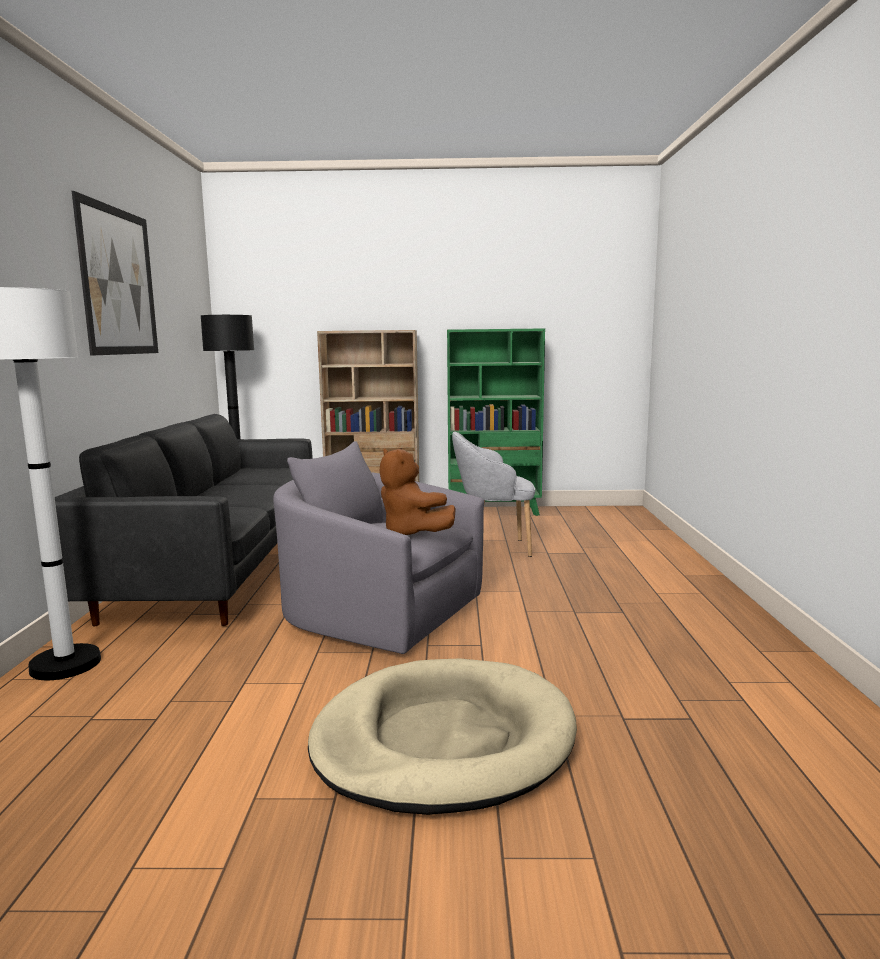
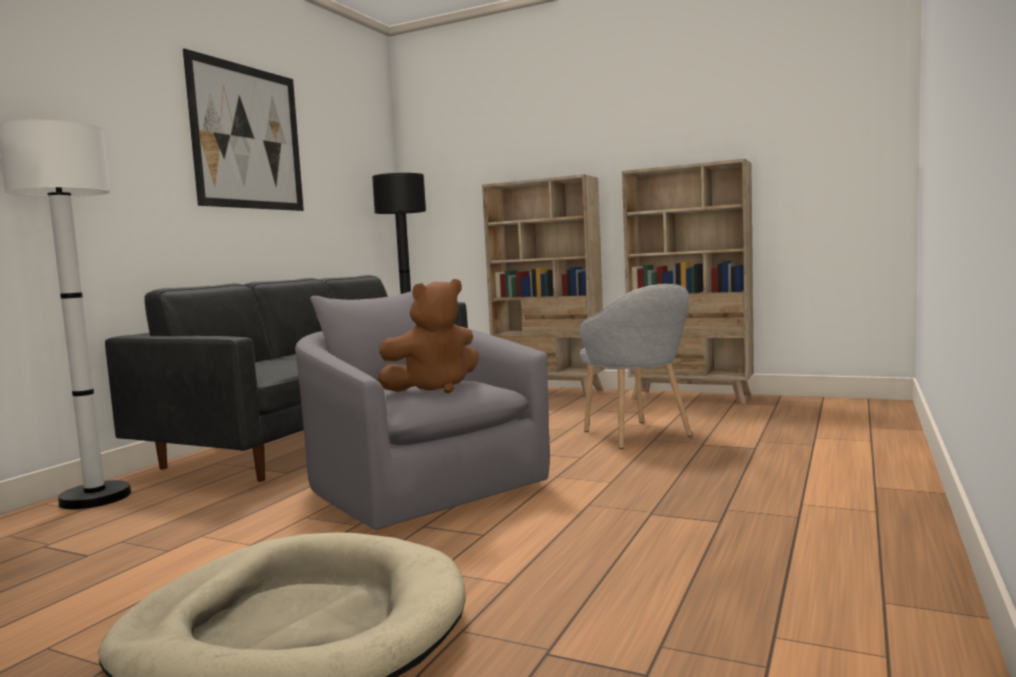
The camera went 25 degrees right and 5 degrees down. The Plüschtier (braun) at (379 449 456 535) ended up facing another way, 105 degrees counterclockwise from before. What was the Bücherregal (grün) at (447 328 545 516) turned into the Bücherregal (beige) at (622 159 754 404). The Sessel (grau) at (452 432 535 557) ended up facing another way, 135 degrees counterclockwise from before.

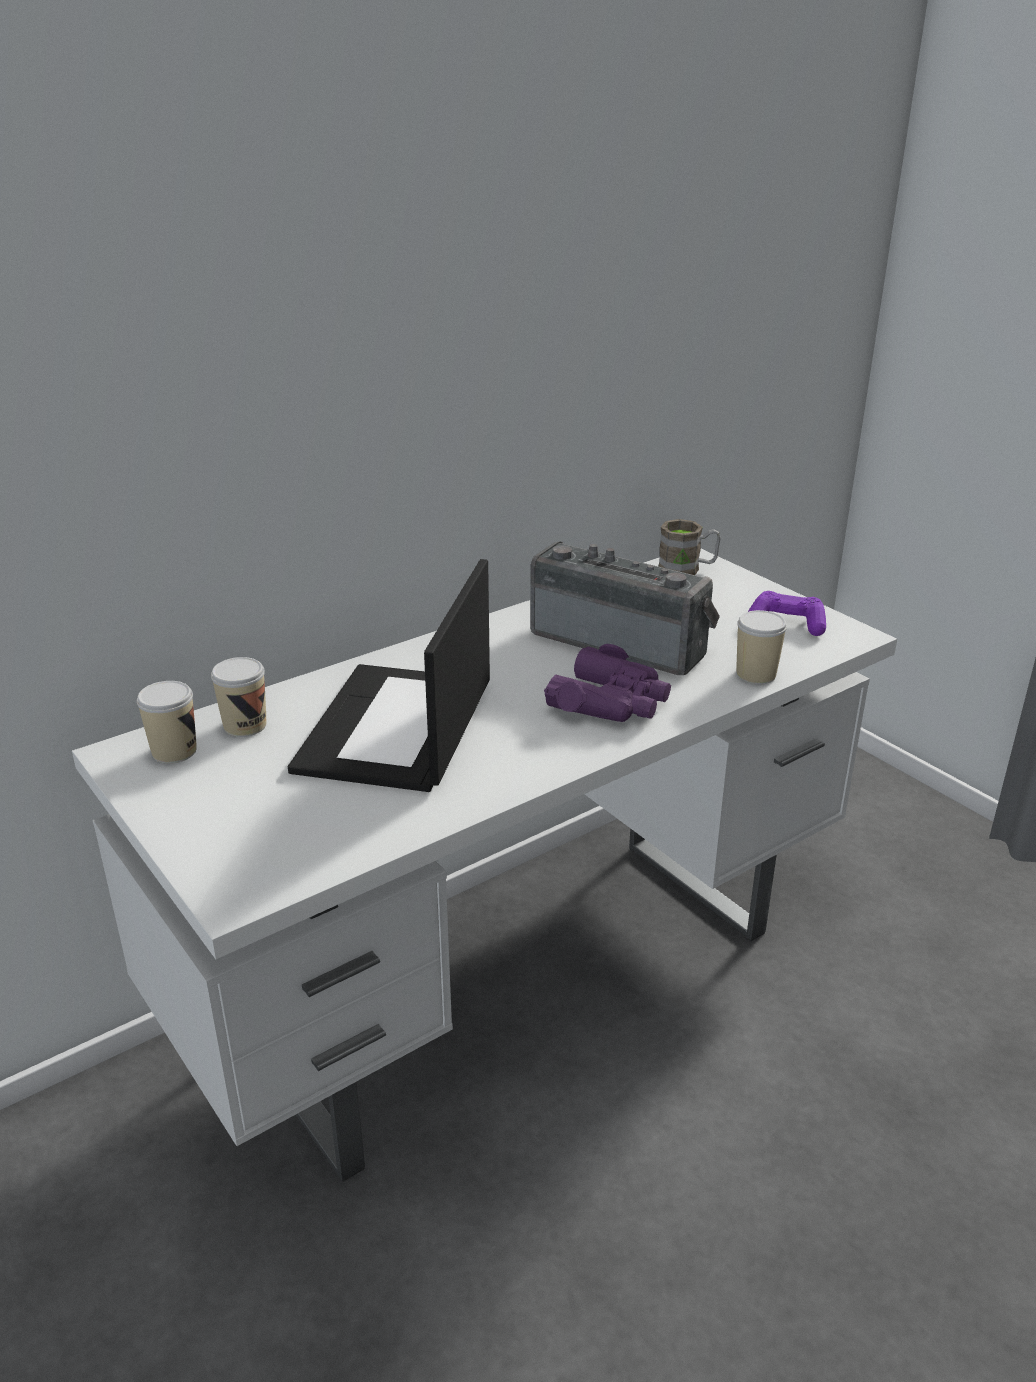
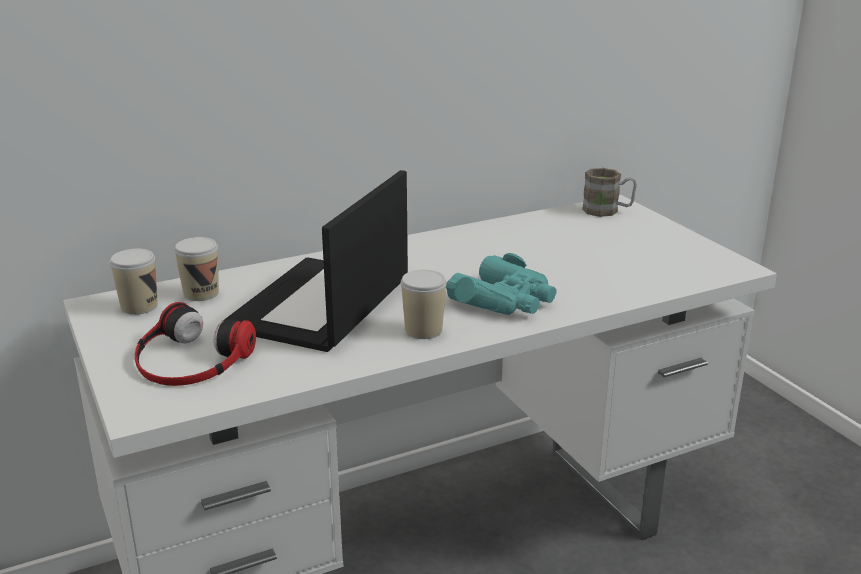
The camera went 10 degrees right and 5 degrees down. The second view lost the Radio at (530 542 720 675). What was the Fernglas (lila) at (544 644 671 722) turned into the Fernglas (türkis) at (446 253 557 315). The Tasse ended up elsewhere, having gone from (737 610 787 684) to (401 270 447 339). The second view lost the Gamepad (lila) at (748 591 826 636). The second view gained the Kopfhörer at (135 302 256 386).

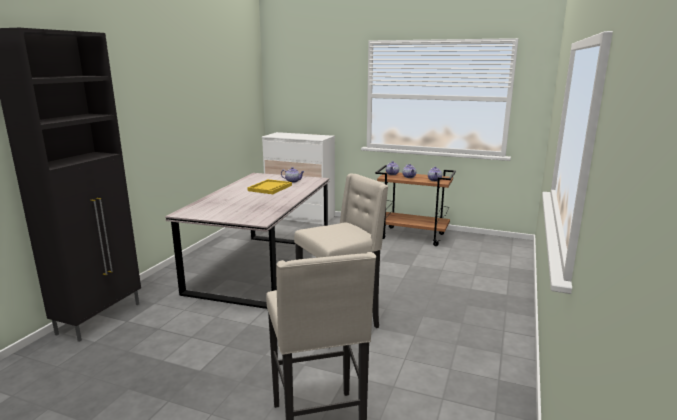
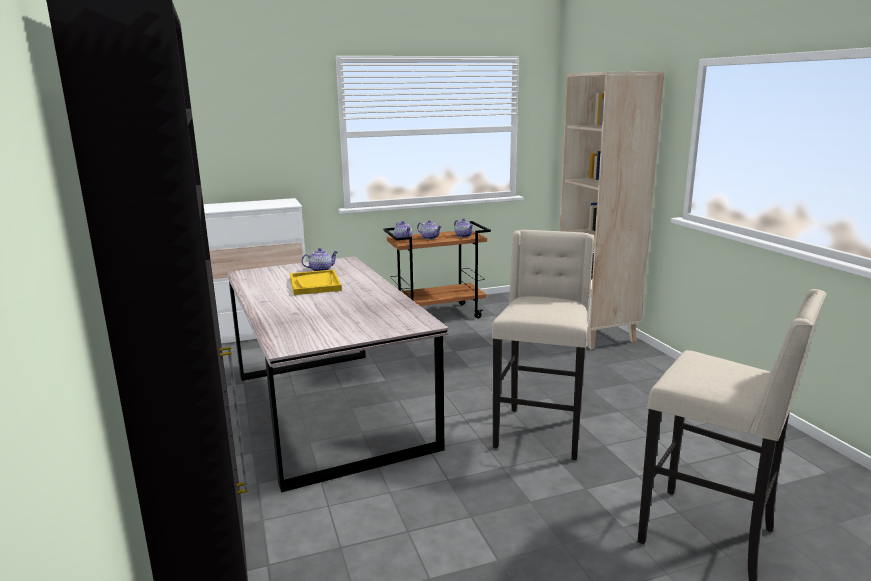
The camera went 40 degrees left and 0 degrees up. The second view gained the Bücherregal (beige) at (559 71 665 350).

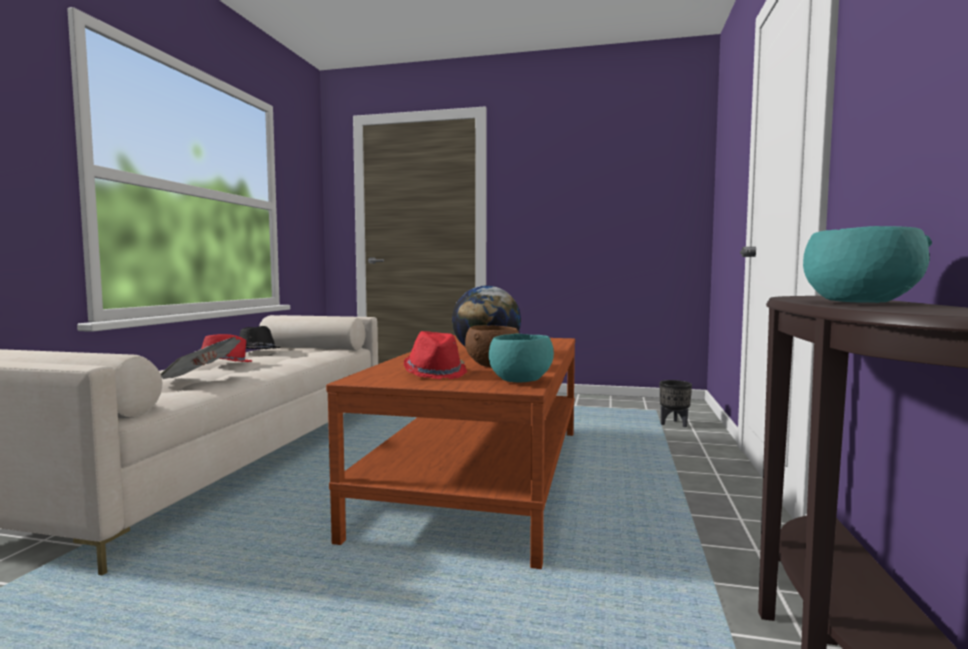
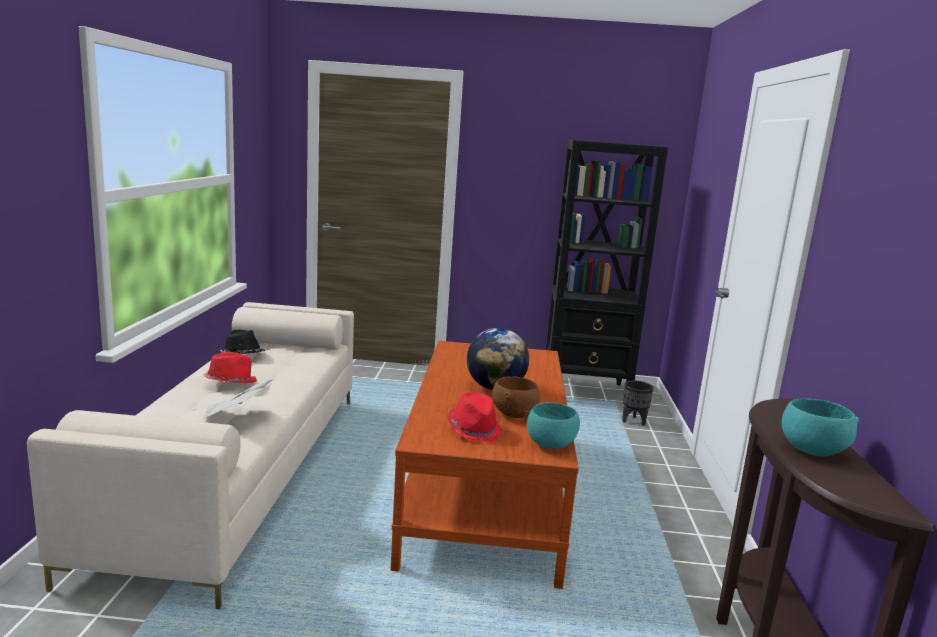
The camera went 10 degrees left and 10 degrees up. The second view gained the Bücherregal (schwarz) at (546 140 668 385).

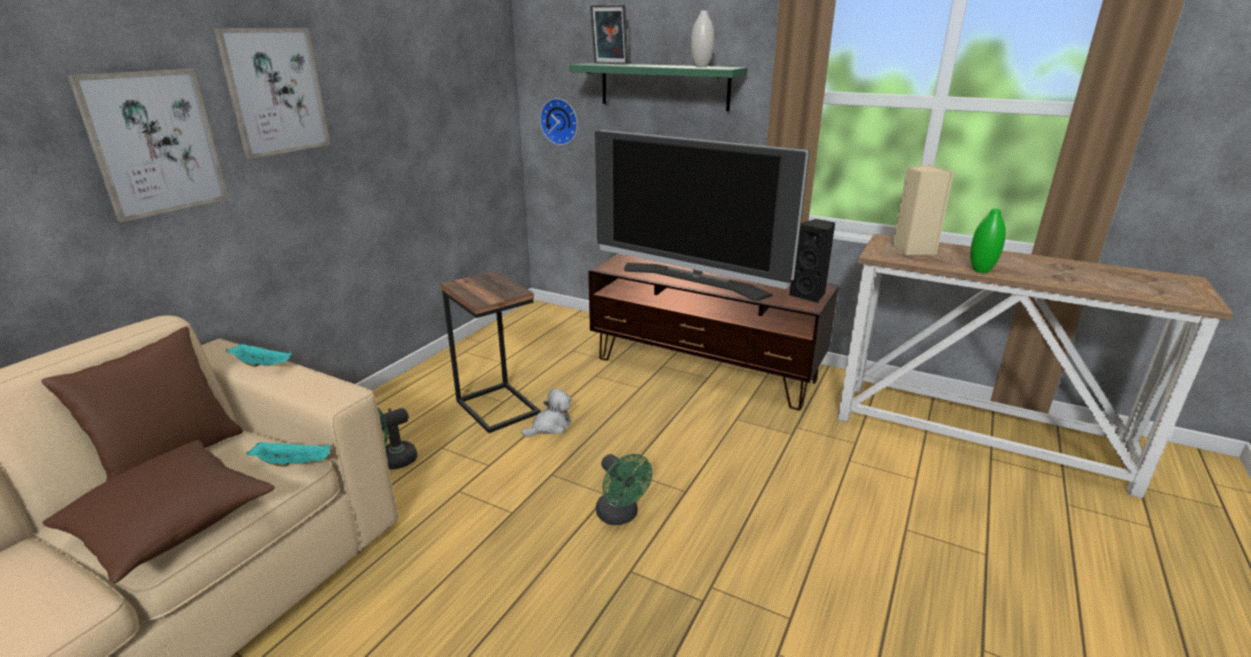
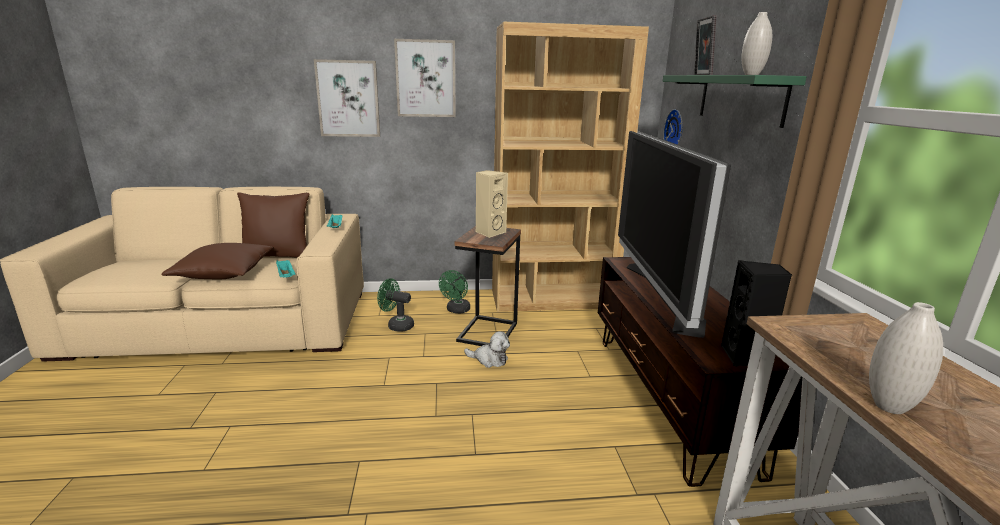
The camera went 55 degrees right and 5 degrees down. The Ventilator (grün) ended up elsewhere, having gone from (596 454 652 525) to (439 270 470 313). The Lautsprecher (beige) ended up elsewhere, having gone from (892 165 954 255) to (476 170 508 238). What was the Vase (grün) at (970 209 1006 273) turned into the Vase (weiß) at (869 302 943 414). The second view gained the Bücherregal (braun) at (492 22 649 312).

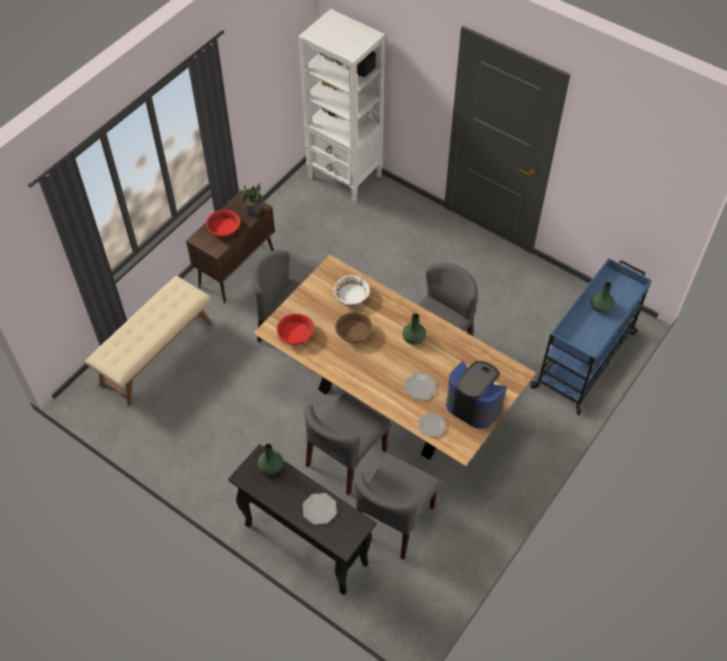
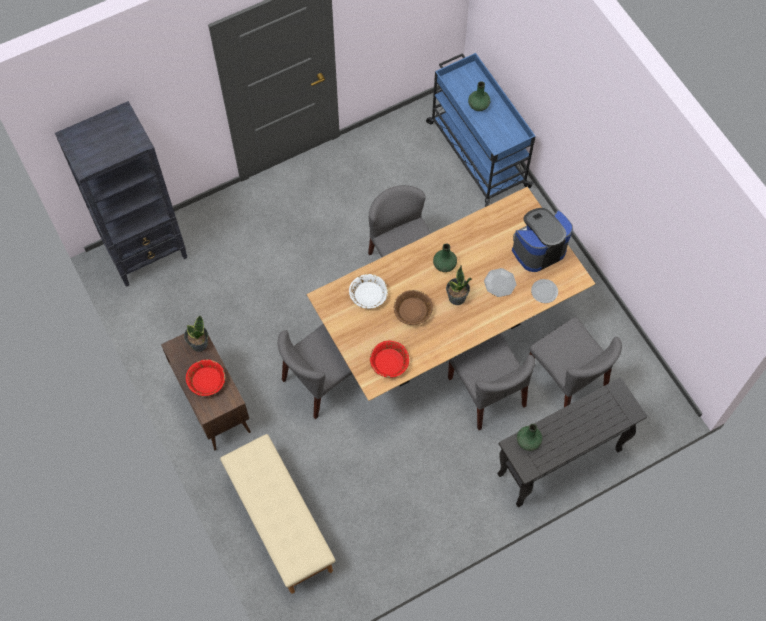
The camera went 65 degrees left and 10 degrees up. What was the Bücherregal (weiß) at (298 9 385 203) turned into the Bücherregal (schwarz) at (55 101 187 287). The second view lost the Teller at (303 493 337 525). The second view gained the Topfpflanze at (446 265 472 305).

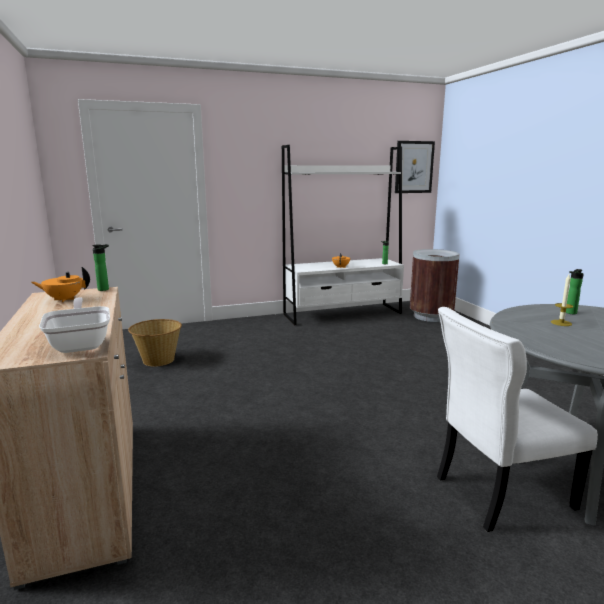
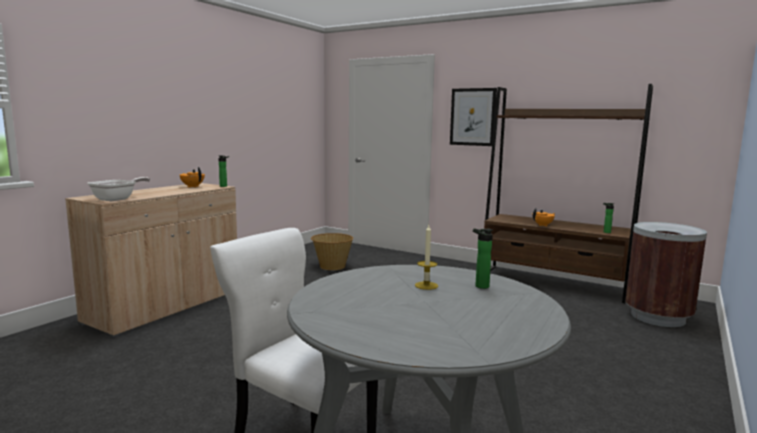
The camera went 50 degrees right and 5 degrees down. What was the Bücherregal (weiß) at (282 145 404 325) turned into the Bücherregal (braun) at (484 84 653 303). The Bild ended up elsewhere, having gone from (395 141 435 193) to (450 88 497 146).

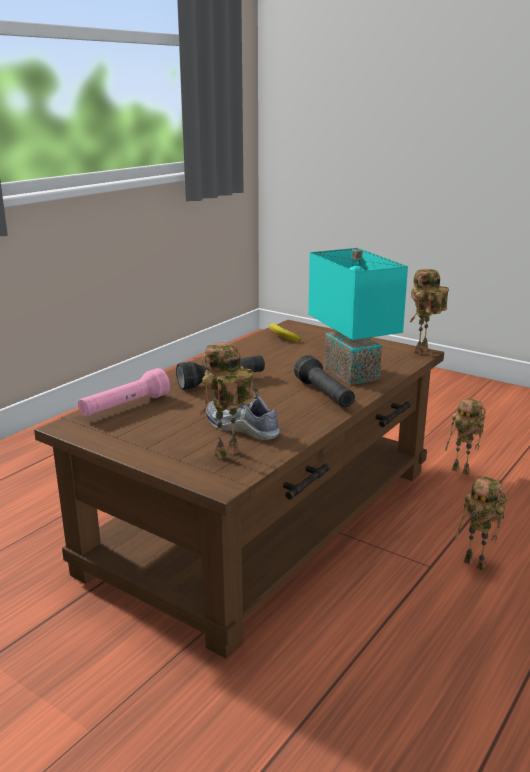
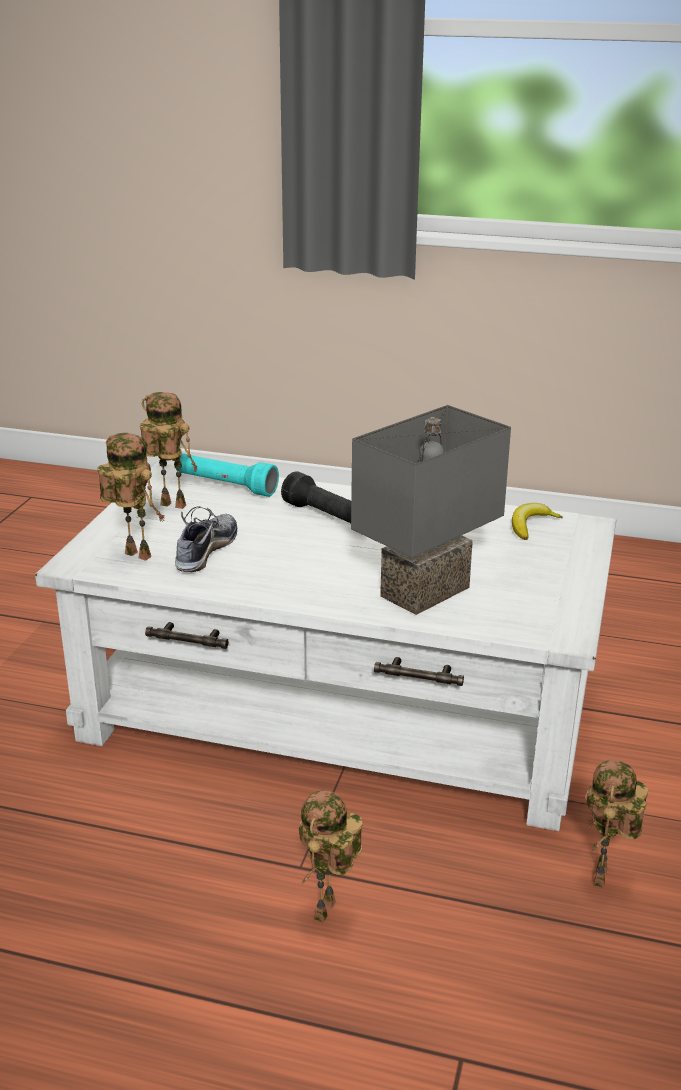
The camera went 70 degrees right and 5 degrees up. What was the Couchtisch (braun) at (34 320 444 659) turned into the Couchtisch (weiß) at (35 463 617 831). What was the Taschenlampe (rosa) at (78 368 170 417) turned into the Taschenlampe (türkis) at (176 453 279 497). The second view lost the Taschenlampe (schwarz) at (294 355 355 407). What was the Tischlampe (türkis) at (308 248 408 385) turned into the Tischlampe (grau) at (351 405 511 615). The Spielzeugroboter ended up elsewhere, having gone from (410 269 449 355) to (140 392 197 509).

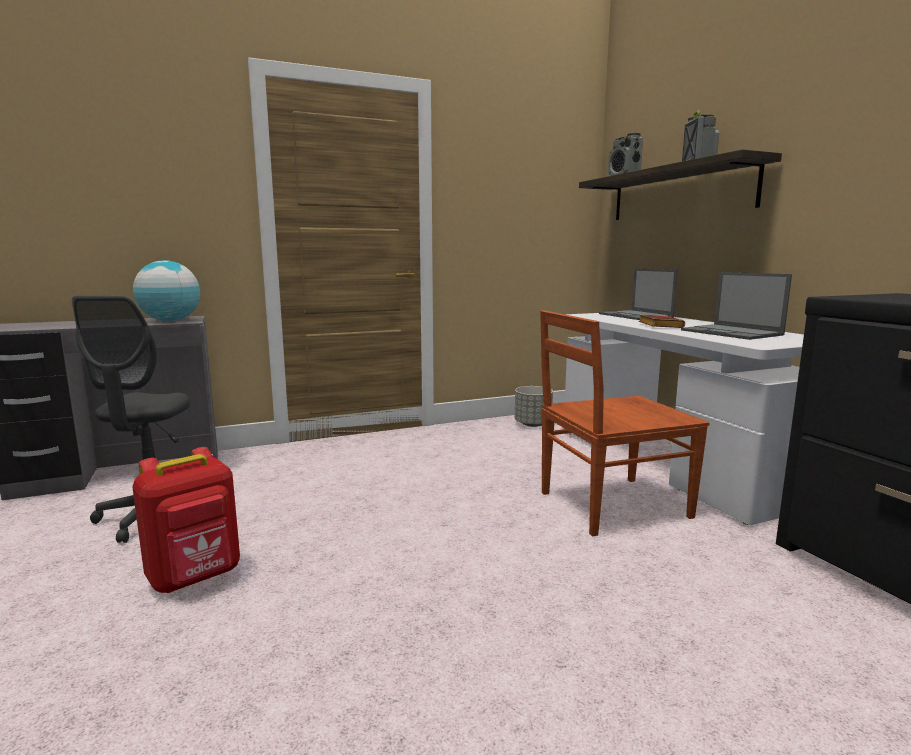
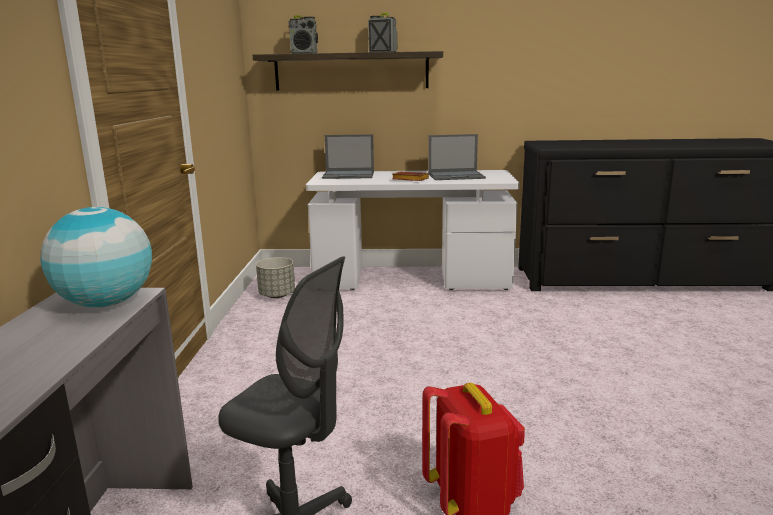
The camera went 65 degrees left and 5 degrees up. The second view lost the Stuhl (braun) at (540 310 710 536).

